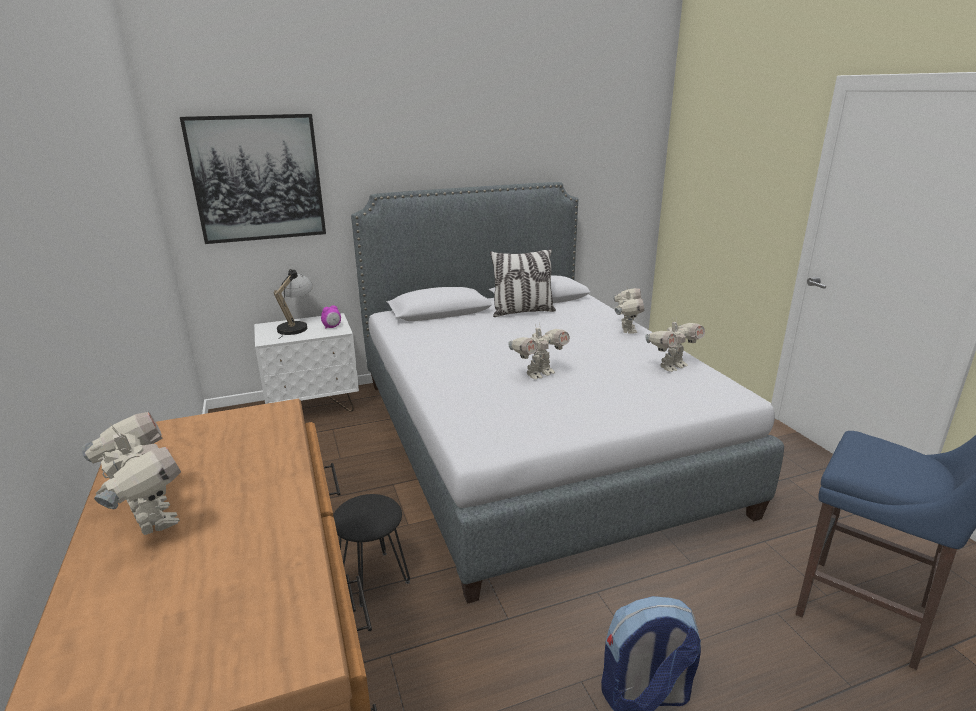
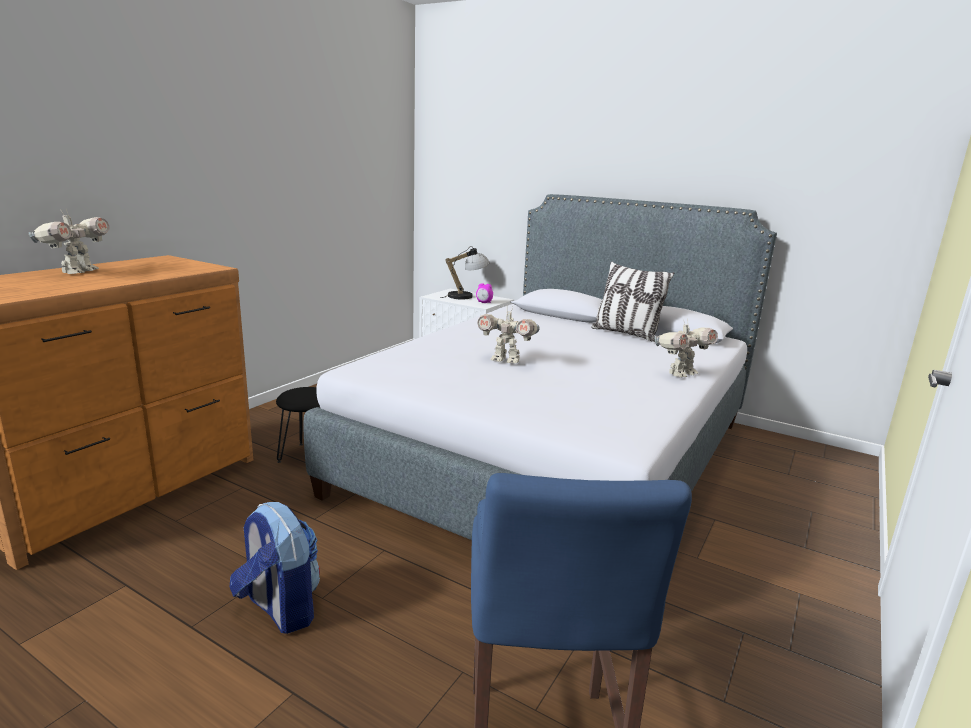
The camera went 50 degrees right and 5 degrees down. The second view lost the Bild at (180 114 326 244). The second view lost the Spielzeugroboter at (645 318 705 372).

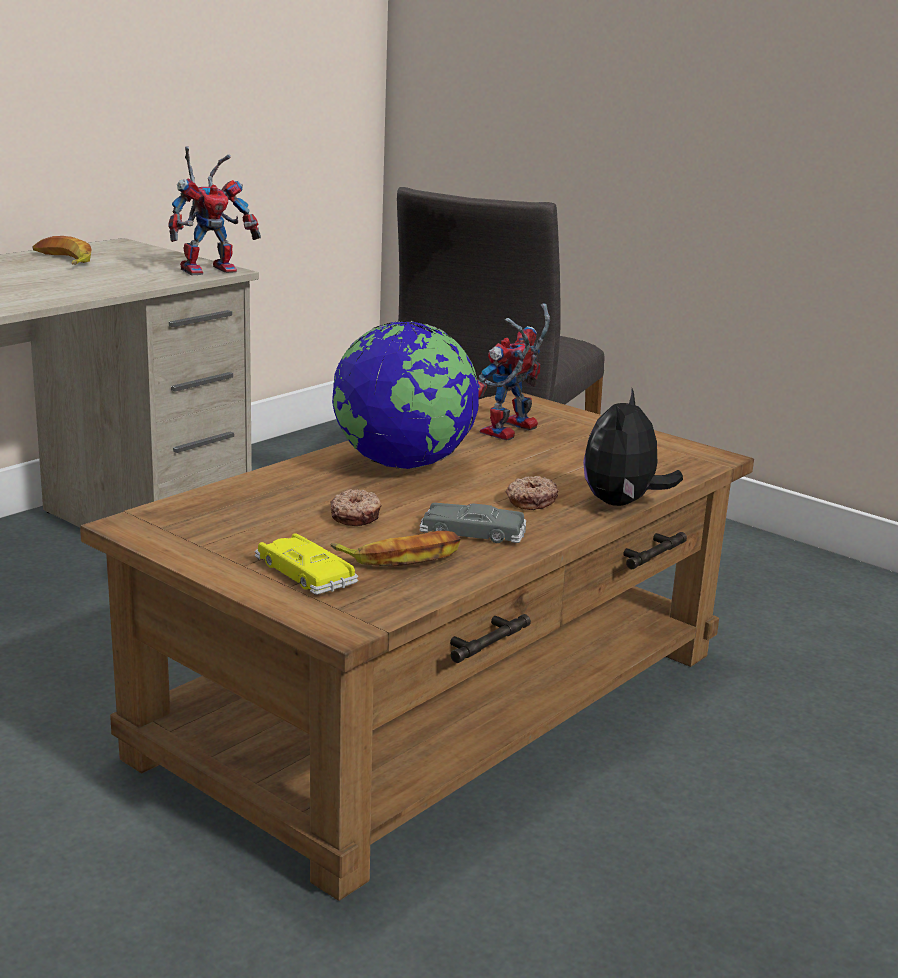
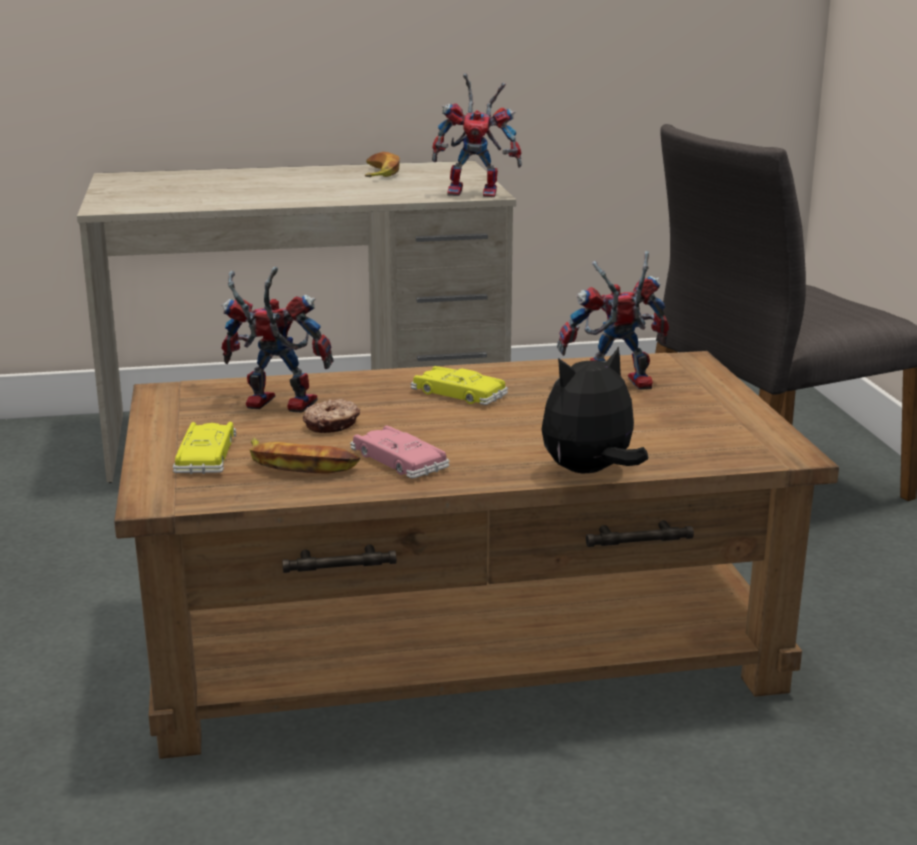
The camera went 40 degrees right and 0 degrees up. Where the Globus stood at (332 321 479 469), the Spielzeugauto (gelb) came to stand at (411 366 508 405). What was the Spielzeugauto (grau) at (419 503 526 543) turned into the Spielzeugauto (rosa) at (350 426 450 479). The second view lost the Donut at (506 476 559 510). The second view gained the Spielzeugroboter at (221 267 334 413).

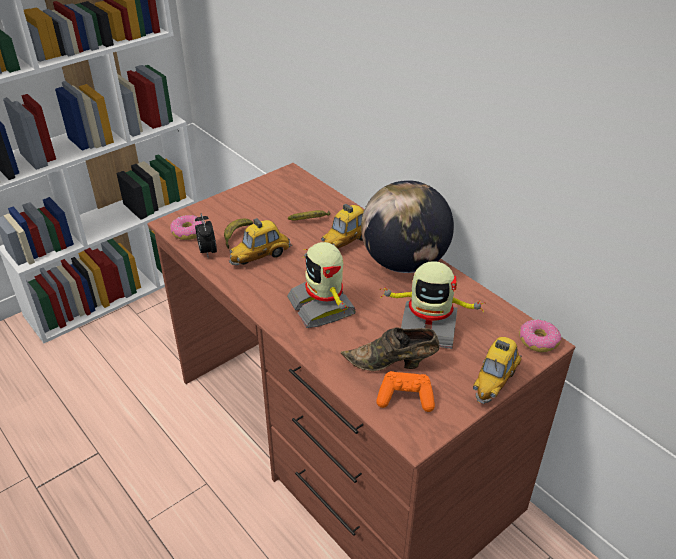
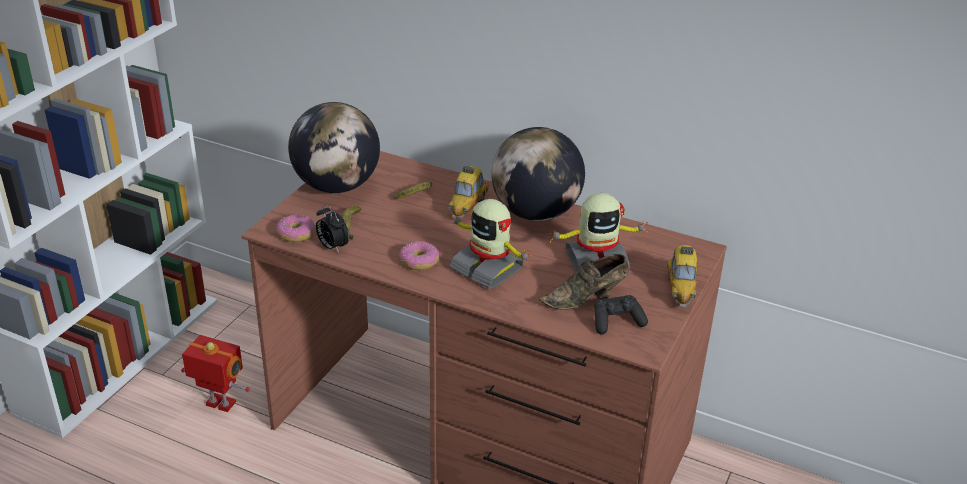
The camera went 25 degrees left and 5 degrees down. The second view lost the Spielzeugauto at (229 218 292 265). What was the Gamepad (orange) at (376 371 435 412) turned into the Gamepad (schwarz) at (595 295 648 335). The Donut ended up elsewhere, having gone from (519 319 561 352) to (399 241 439 270). The second view gained the Spielzeugroboter at (181 335 250 412). The second view gained the Globus at (288 102 380 193).

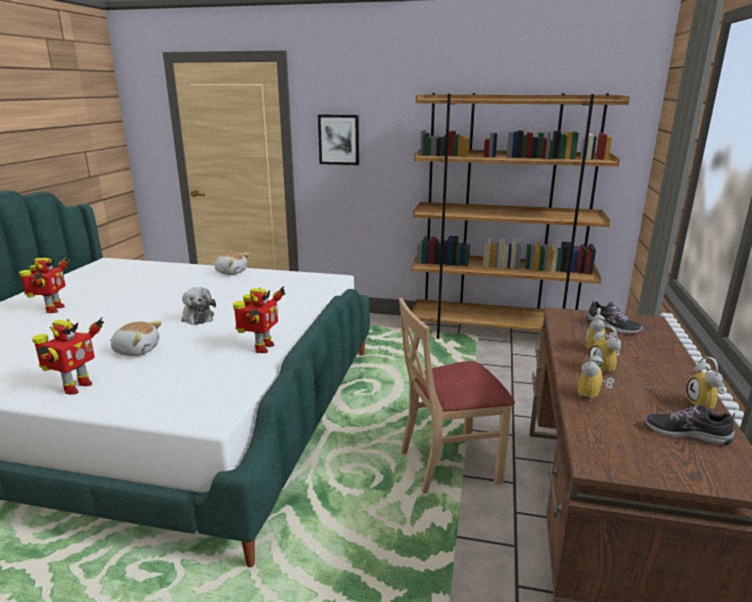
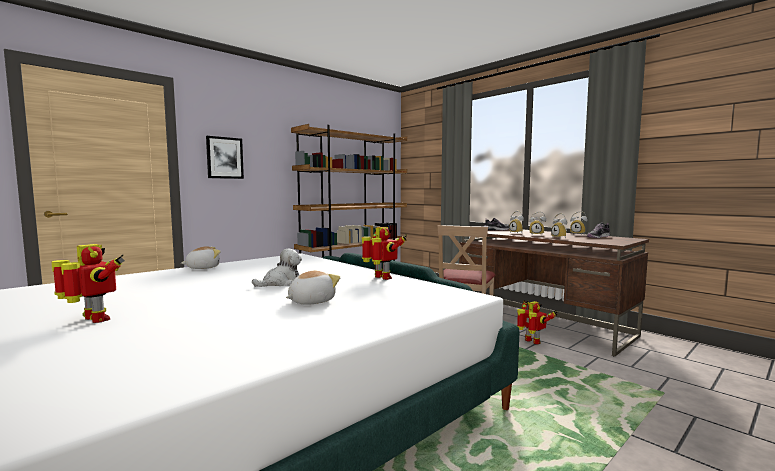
The camera went 55 degrees left and 15 degrees down. The Spielzeugroboter ended up elsewhere, having gone from (32 317 104 395) to (517 300 558 345). The Plüschtier at (181 287 216 325) ended up facing another way, 45 degrees counterclockwise from before.

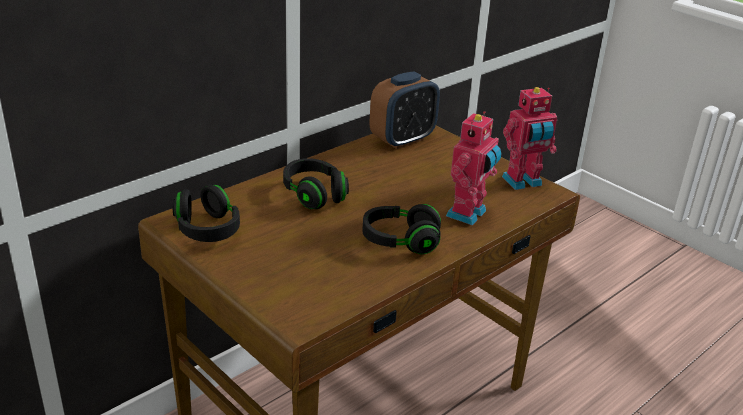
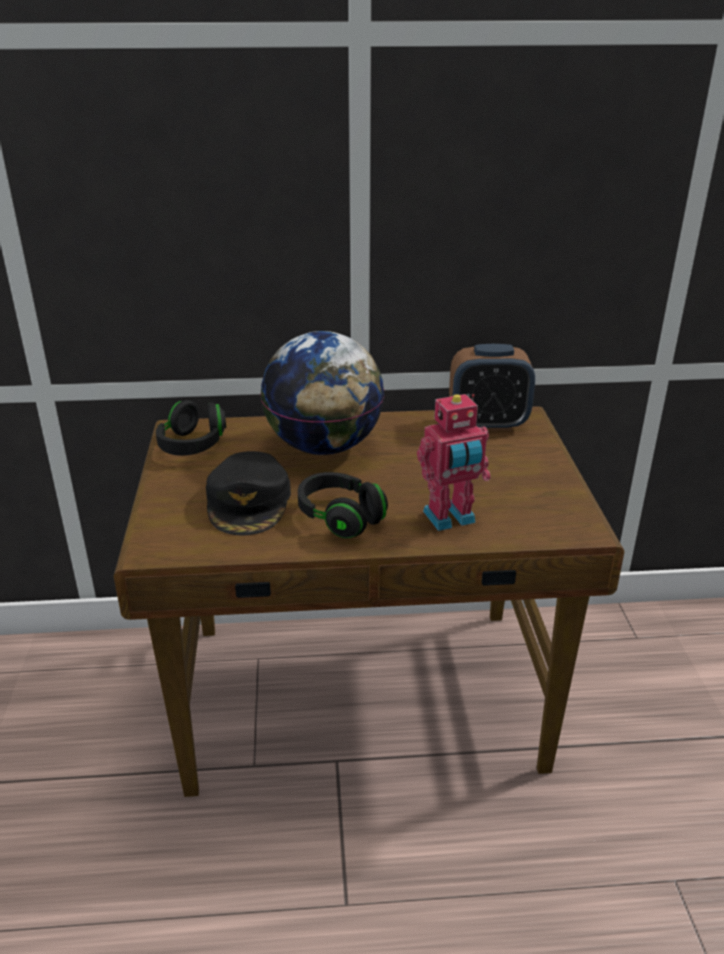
The camera went 40 degrees right and 0 degrees up. Where the Kopfhörer (schwarz) stood at (283 158 349 209), the Globus came to stand at (260 331 384 455). The second view lost the Spielzeugroboter at (502 87 557 190). The second view gained the Kappe (schwarz) at (206 451 291 536).

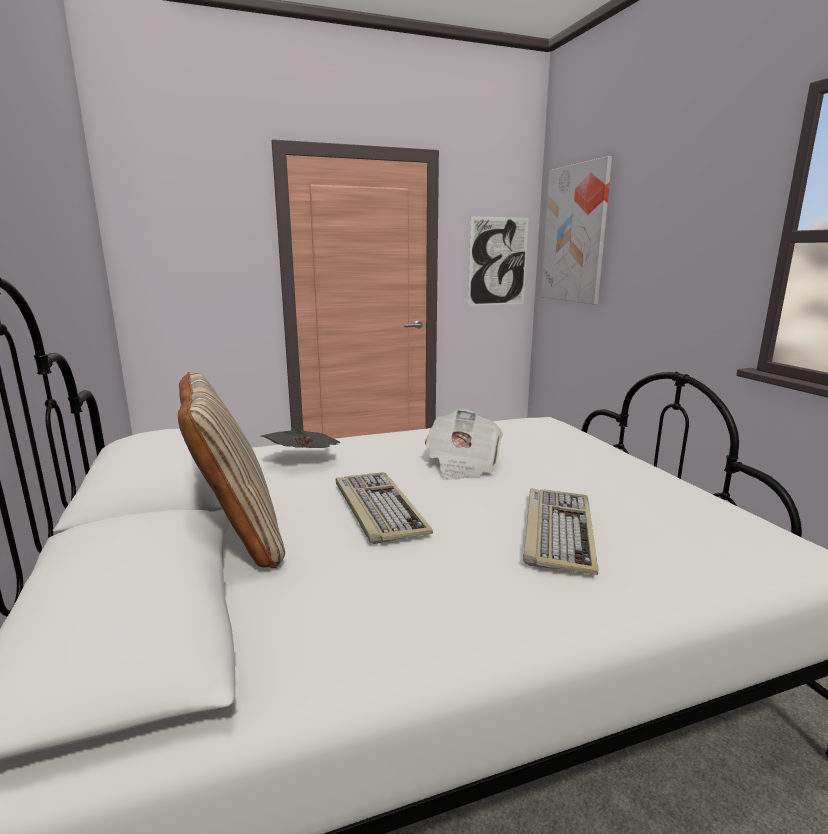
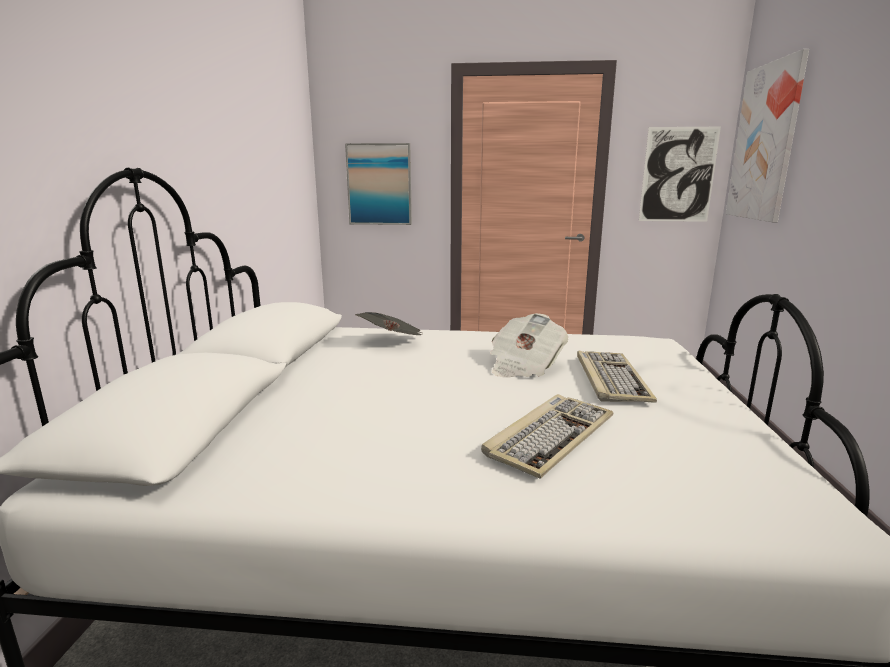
The camera went 25 degrees right and 0 degrees up. The second view lost the Kissen (beige) at (178 372 285 568). The Tastatur ended up elsewhere, having gone from (336 472 433 544) to (577 351 657 403). The second view gained the Bild at (345 143 412 225).

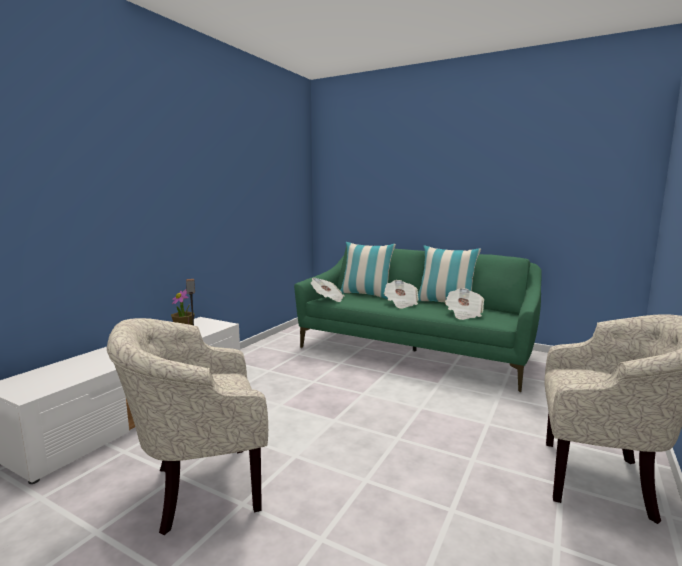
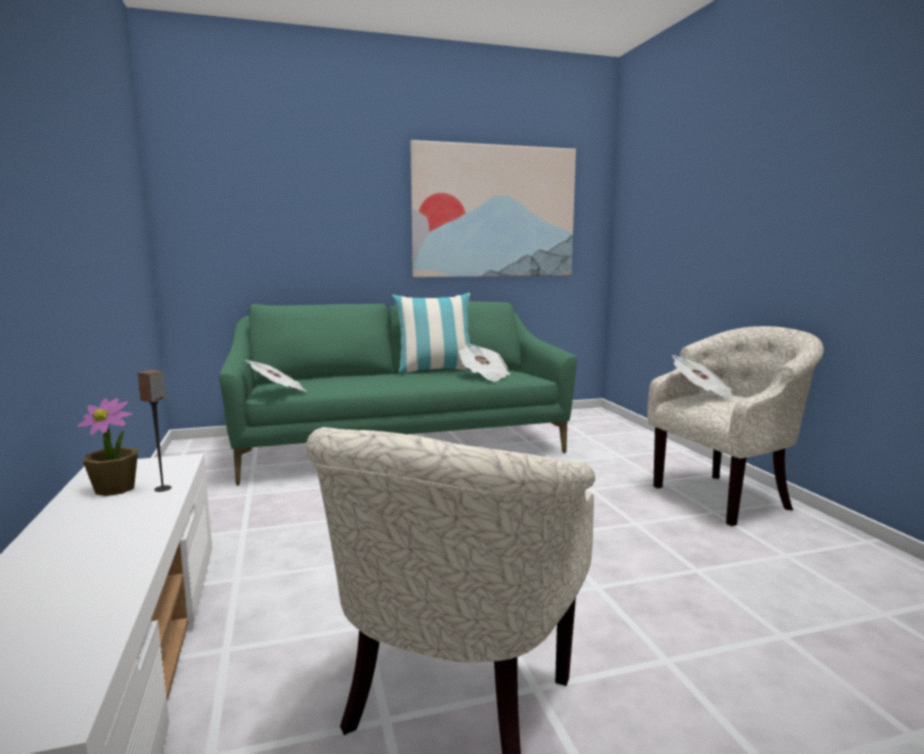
The camera went 45 degrees left and 0 degrees up. The second view lost the Kissen at (340 242 396 299). The Zeitung ended up elsewhere, having gone from (384 280 418 308) to (672 355 733 400). The second view gained the Bild at (410 140 576 277).

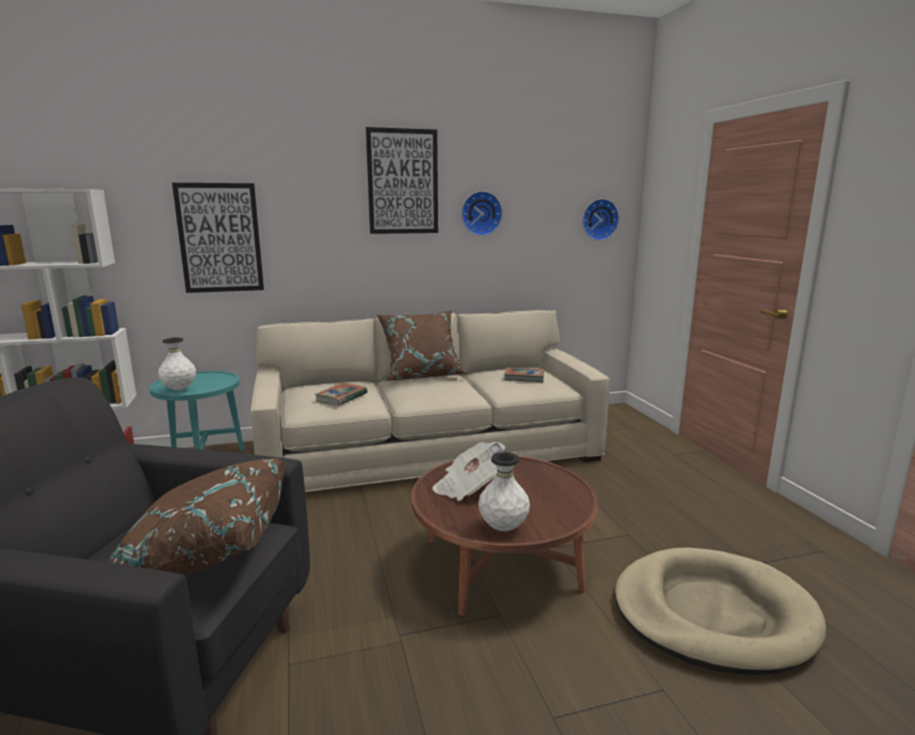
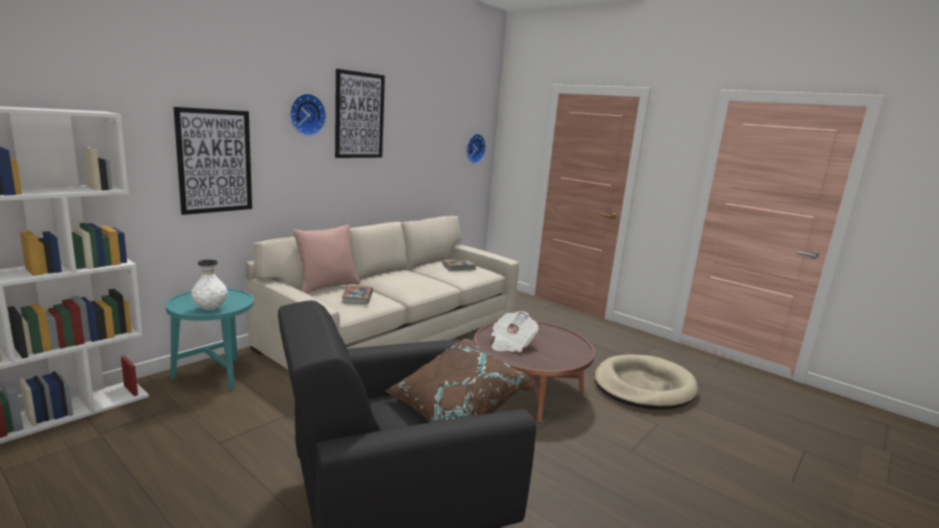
The camera went 35 degrees left and 0 degrees up. The second view lost the Kissen (braun) at (376 310 467 381). The Wanduhr ended up elsewhere, having gone from (461 191 503 236) to (290 93 326 136). The second view lost the Vase (weiß) at (478 452 530 531). The second view gained the Kissen (rosa) at (292 225 360 294).

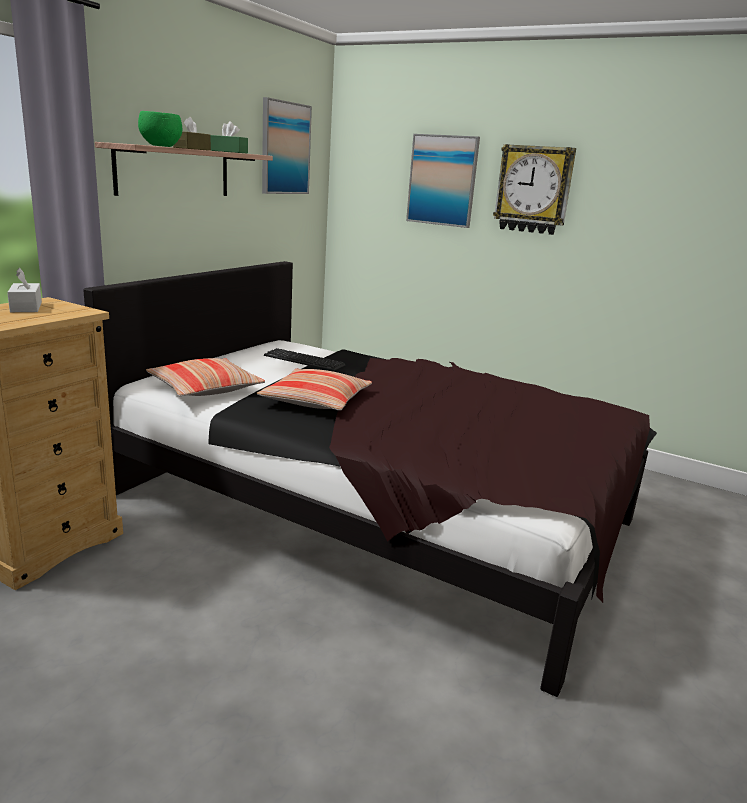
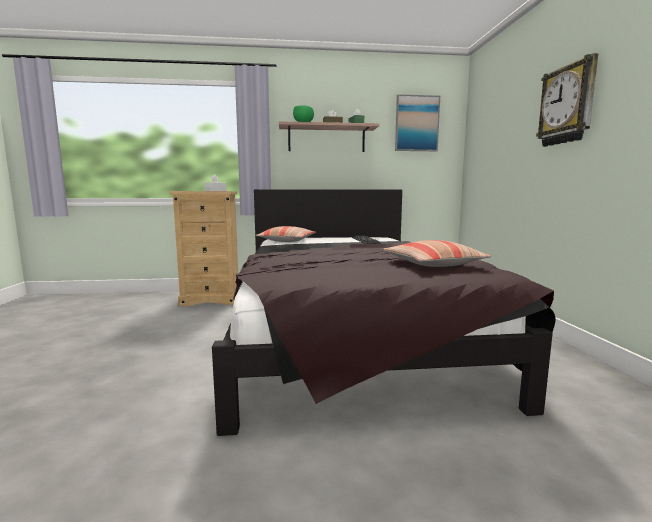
The camera went 55 degrees right and 10 degrees down. The Kissen ended up elsewhere, having gone from (257 369 372 411) to (383 240 491 267). The second view lost the Bild at (406 134 480 228).

